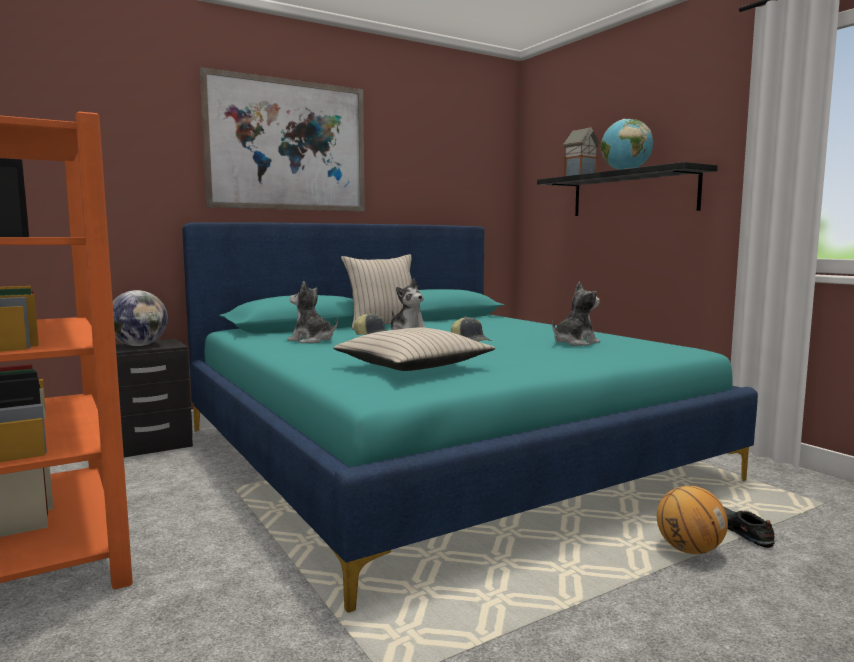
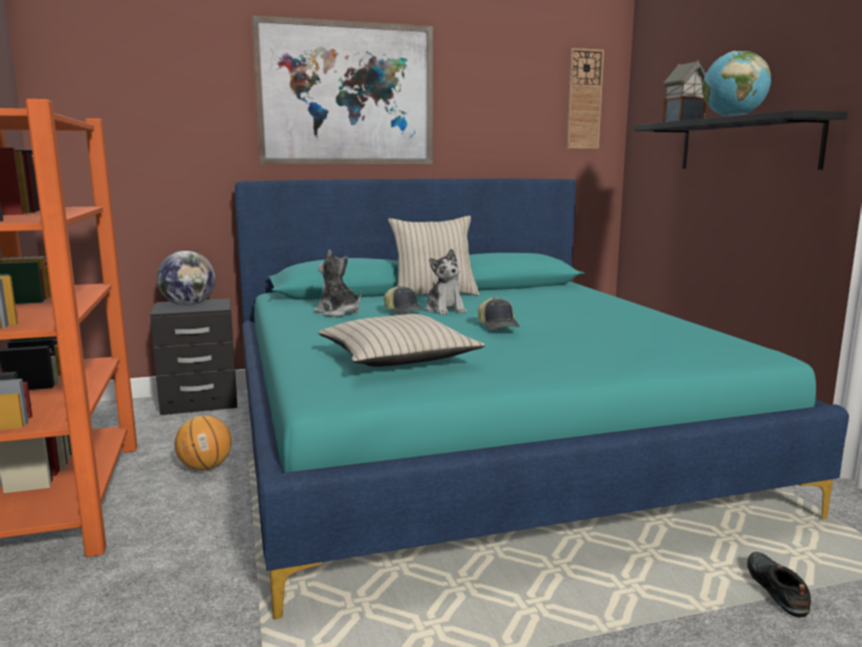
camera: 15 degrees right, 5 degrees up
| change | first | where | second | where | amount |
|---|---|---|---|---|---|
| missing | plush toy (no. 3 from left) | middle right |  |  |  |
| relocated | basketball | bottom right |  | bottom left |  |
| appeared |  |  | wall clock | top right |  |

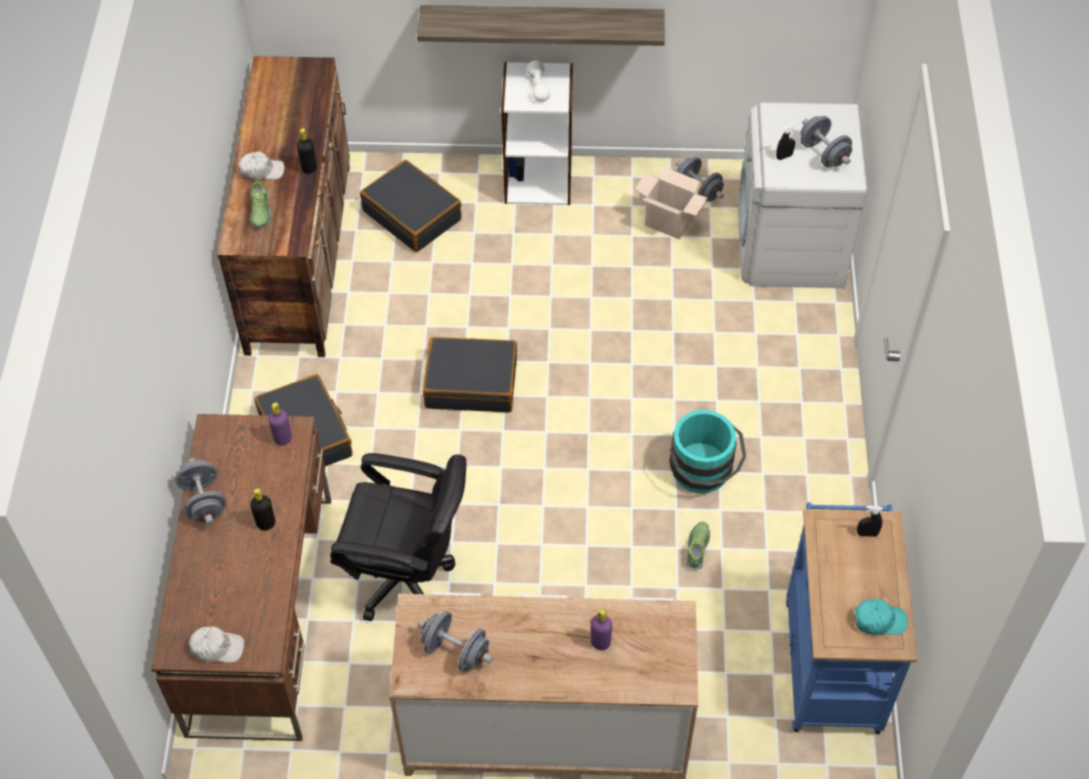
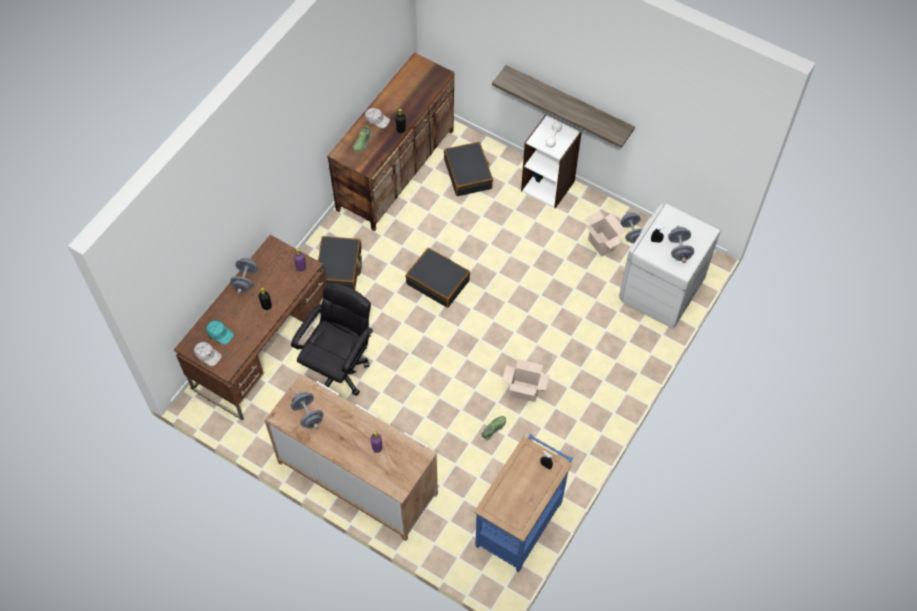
camera: 30 degrees right, 5 degrees up
| change | first | where | second | where | amount |
|---|---|---|---|---|---|
| spun | black office chair | bottom centre |  | centre | 105 degrees counterclockwise |
| exchanged | turquoise bucket | centre | cardboard box (no. 1 from left) | centre |  |
| relocated | turquoise cap | bottom right |  | middle left |  |

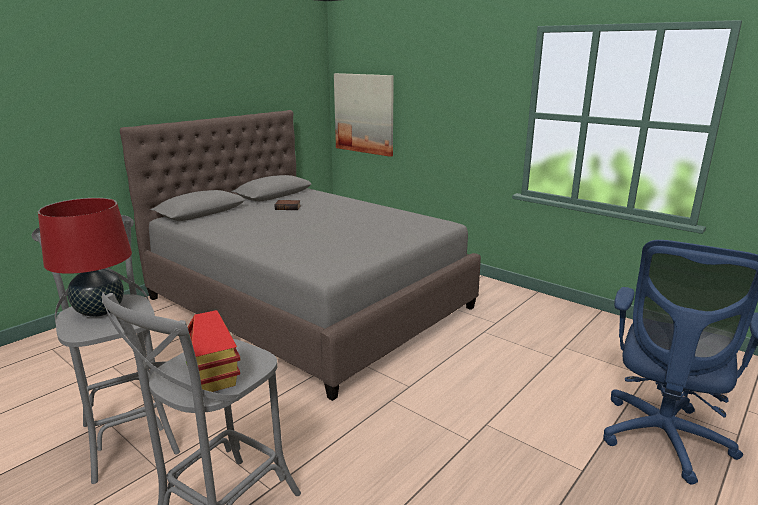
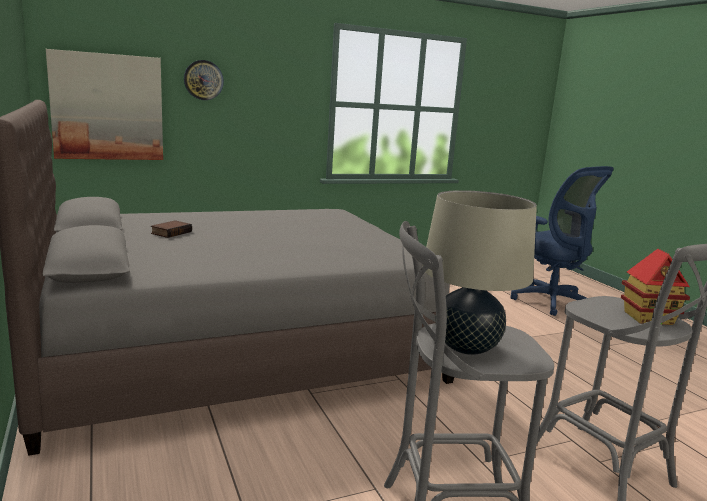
camera: 65 degrees left, 5 degrees down
| change | first | where | second | where | amount |
|---|---|---|---|---|---|
| colour | red table lamp | middle left | beige table lamp | middle right |  |
| appeared |  |  | wall clock | top left |  |

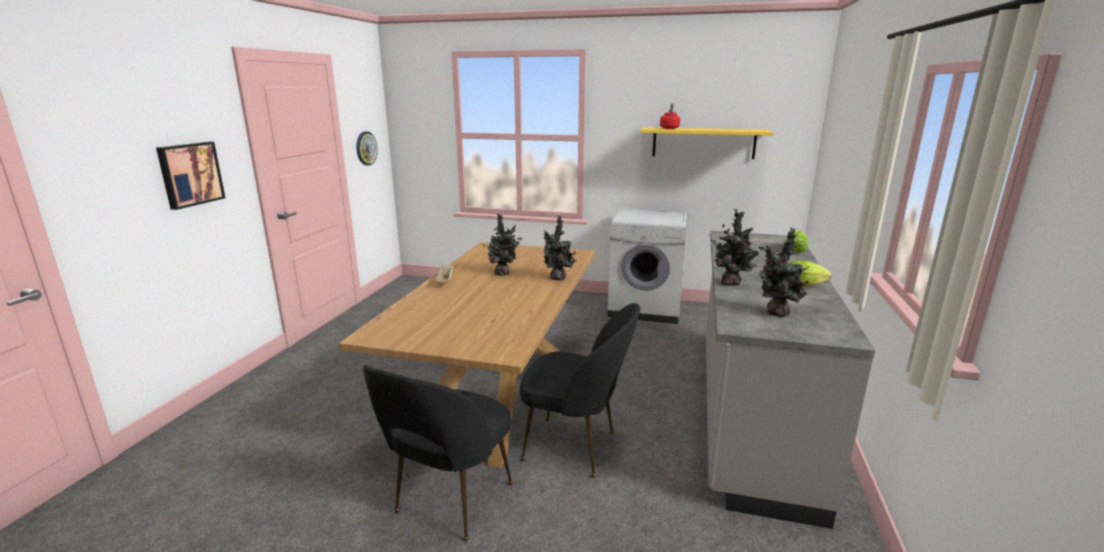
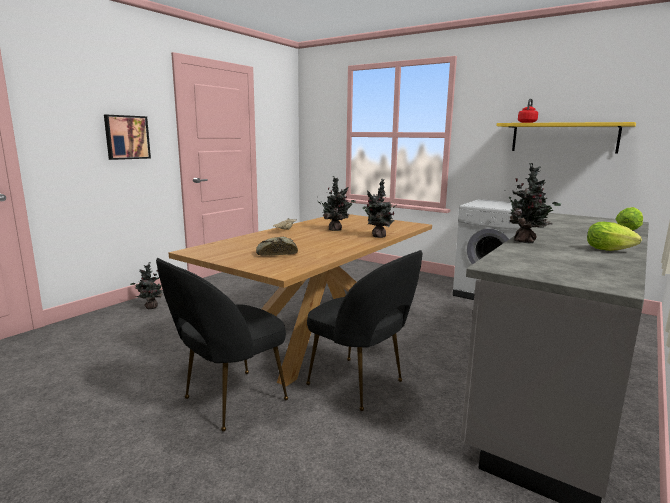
camera: 20 degrees right, 5 degrees down
| change | first | where | second | where | amount |
|---|---|---|---|---|---|
| missing | wall clock | top left |  |  |  |
| relocated | potted plant (no. 4 from left in the first image) | middle right | potted plant (no. 1 from left) | middle left |  |
| appeared |  |  | bread | centre |  |

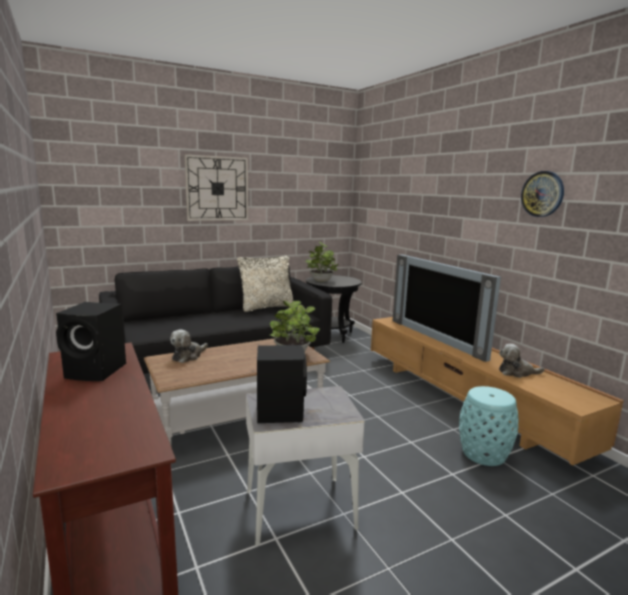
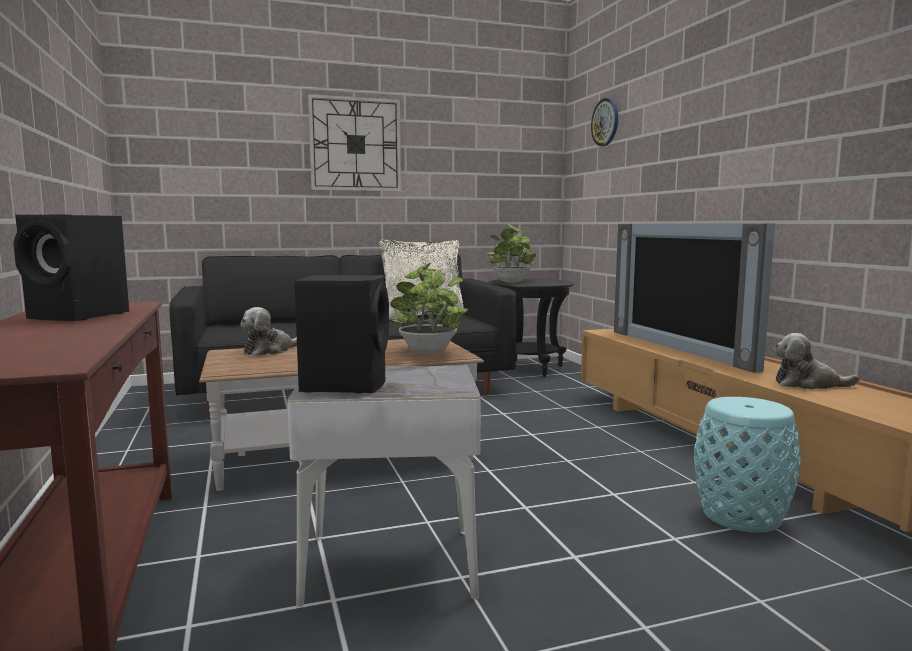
camera: 10 degrees right, 5 degrees down
| change | first | where | second | where | amount |
|---|---|---|---|---|---|
| relocated | wall clock (no. 2 from left) | top right |  | top centre |  |

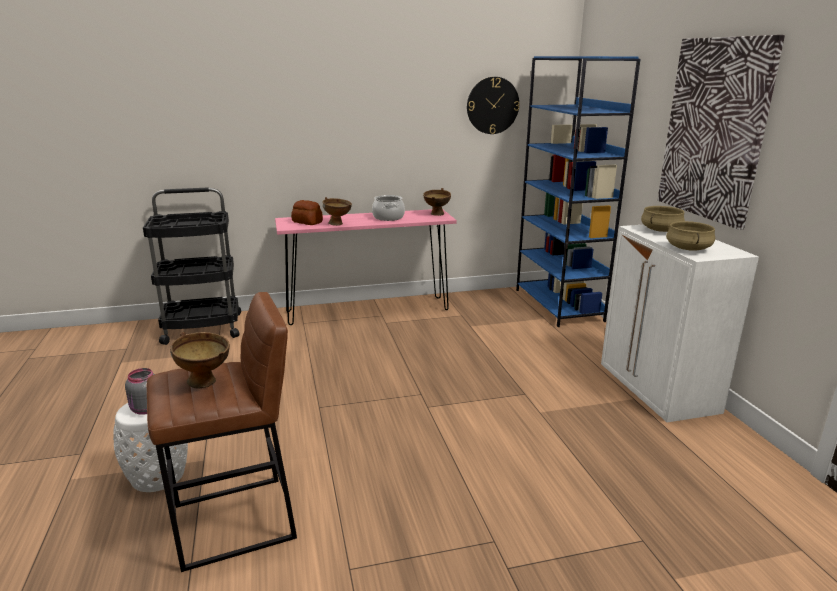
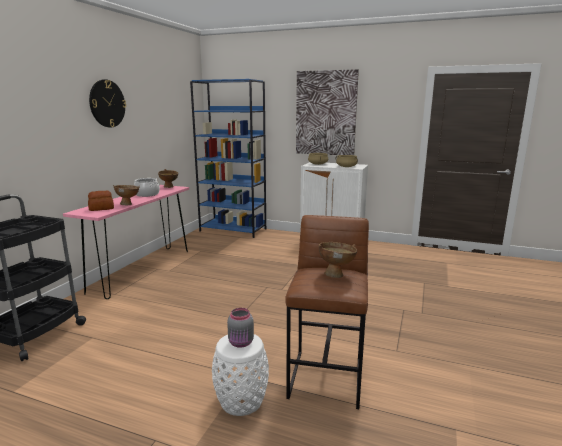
camera: 55 degrees left, 5 degrees down
| change | first | where | second | where | amount |
|---|---|---|---|---|---|
| relocated | wall clock | top centre |  | top left |  |

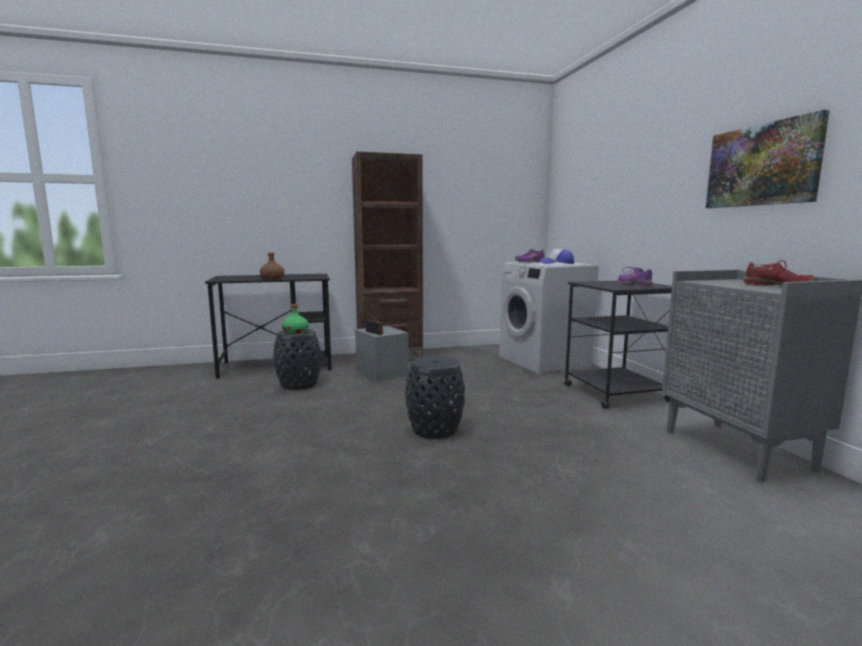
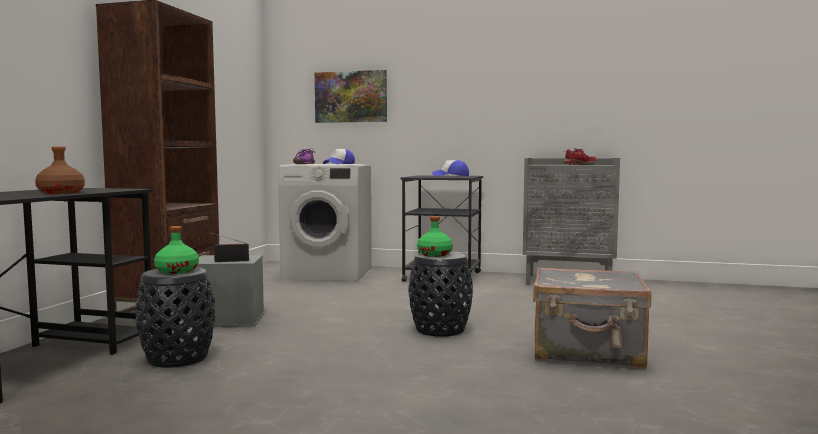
camera: 60 degrees left, 5 degrees down
| change | first | where | second | where | amount |
|---|---|---|---|---|---|
| exchanged | purple shoe (no. 2 from left) | middle right | cap (no. 2 from left) | centre |  |
| relocated | picture | top right |  | top centre |  |
| appeared |  |  | green bottle (no. 2 from left) | centre |  |
| appeared |  |  | grey suitcase | bottom right |  |

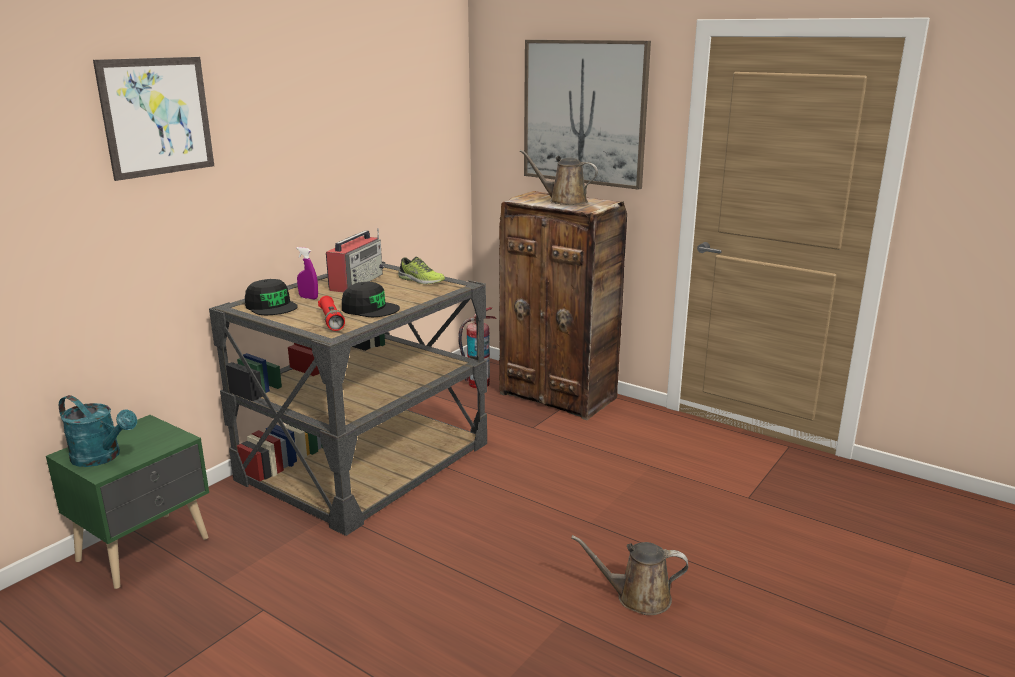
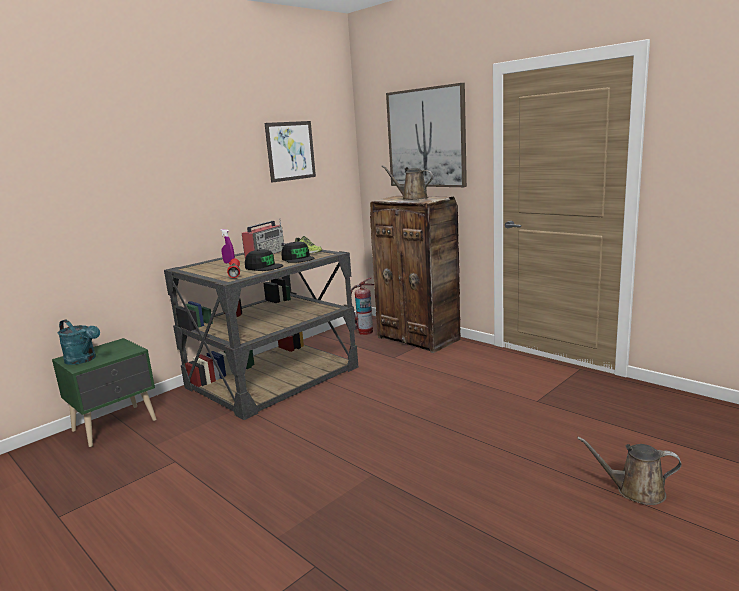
camera: 10 degrees right, 5 degrees down
| change | first | where | second | where | amount |
|---|---|---|---|---|---|
| relocated | picture (no. 1 from left) | top left |  | top centre |  |
| relocated | black cap (no. 1 from left in the first image) | middle left | black cap (no. 2 from left) | centre |  |
| relocated | brown watering can (no. 2 from left) | bottom centre |  | bottom right |  |

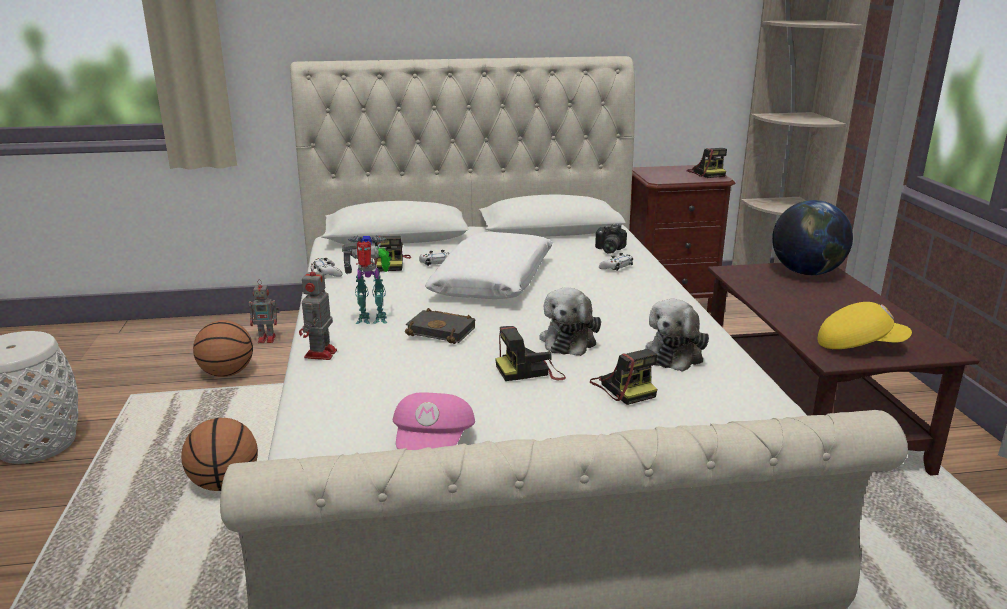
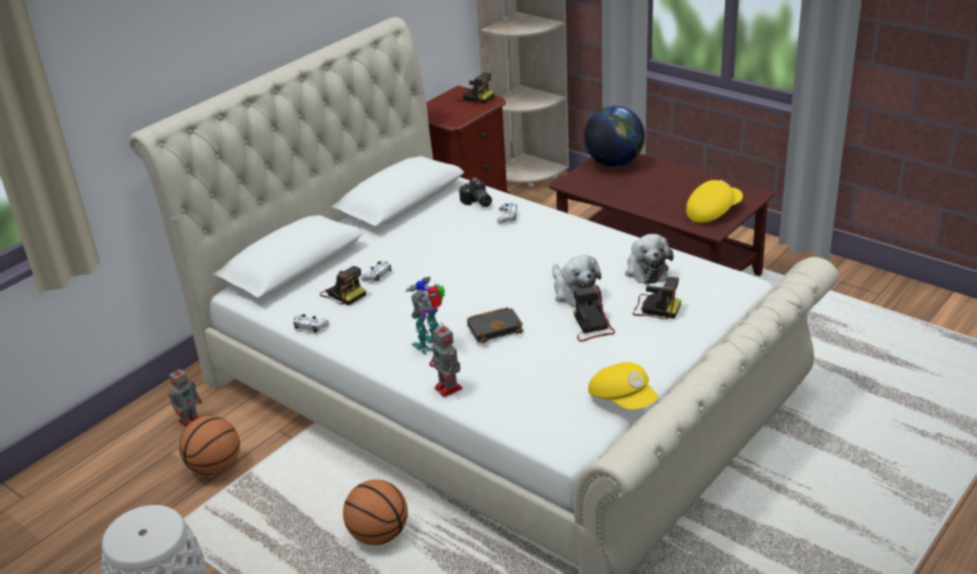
camera: 40 degrees left, 10 degrees up
| change | first | where | second | where | amount |
|---|---|---|---|---|---|
| colour | pink cap | bottom centre | yellow cap (no. 1 from left) | bottom centre |  |
| missing | white pillow | centre |  |  |  |
| spun | photo camera (no. 2 from left in the first image) | centre | photo camera (no. 4 from left) | centre | 135 degrees clockwise |

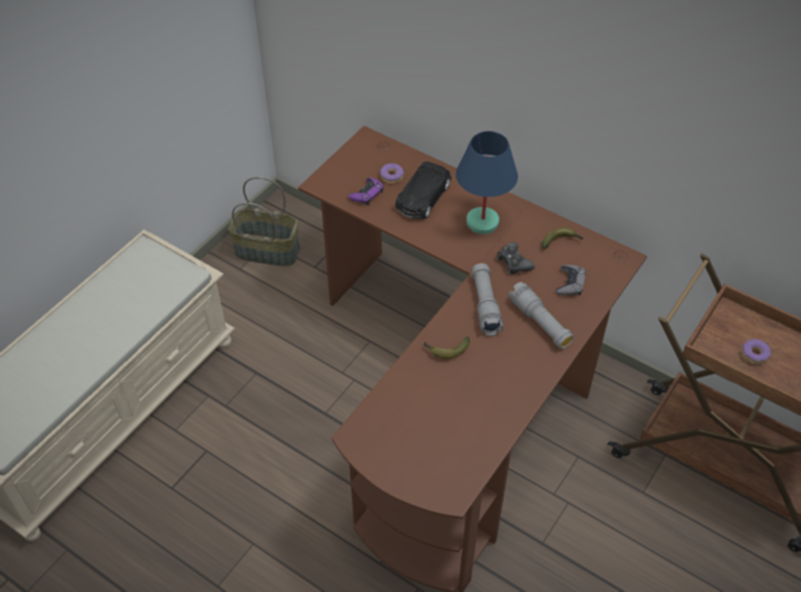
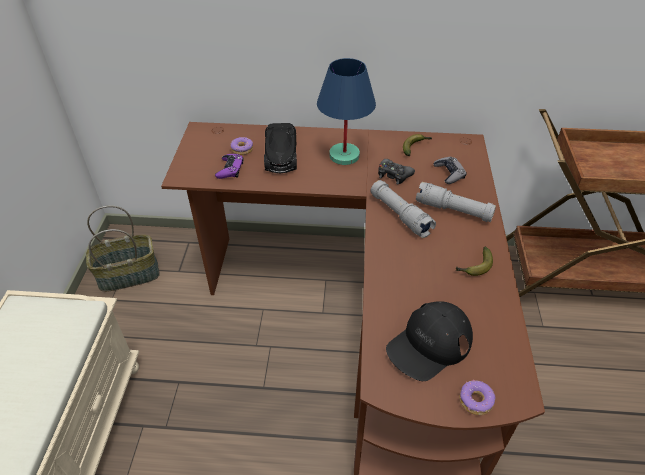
camera: 30 degrees left, 5 degrees down
| change | first | where | second | where | amount |
|---|---|---|---|---|---|
| relocated | banana (no. 1 from left in the first image) | centre | banana (no. 2 from left) | middle right |  |
| relocated | donut (no. 2 from left) | middle right |  | bottom right |  |
| appeared |  |  | black cap | bottom centre |  |

